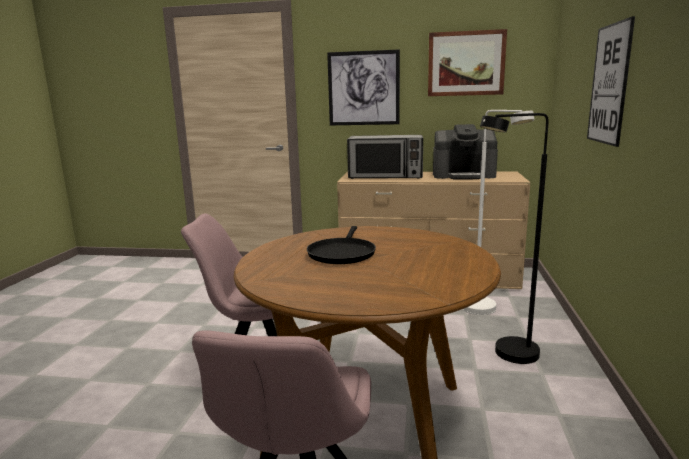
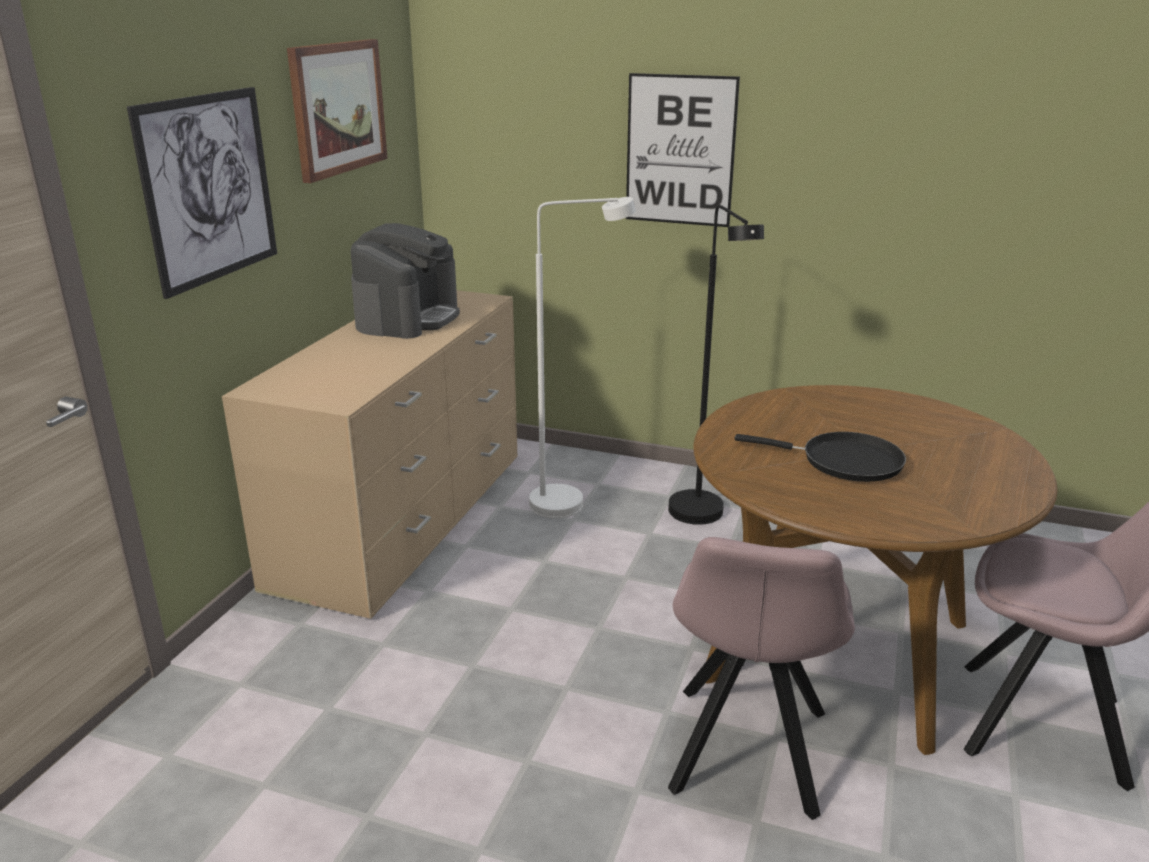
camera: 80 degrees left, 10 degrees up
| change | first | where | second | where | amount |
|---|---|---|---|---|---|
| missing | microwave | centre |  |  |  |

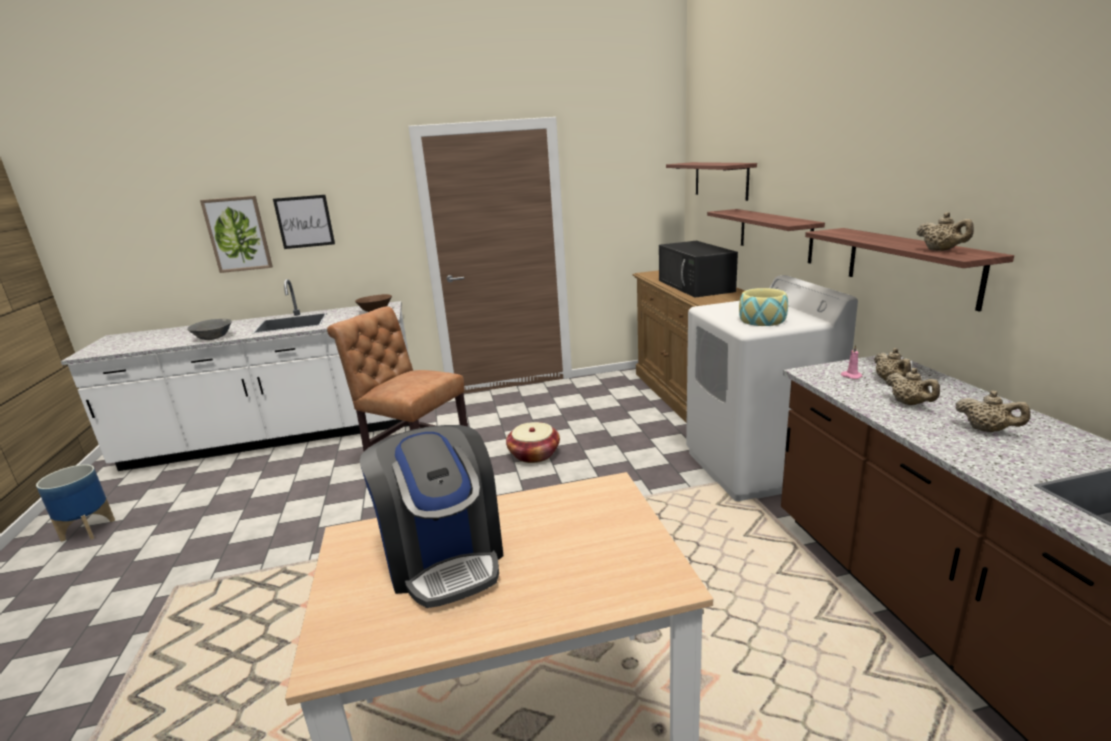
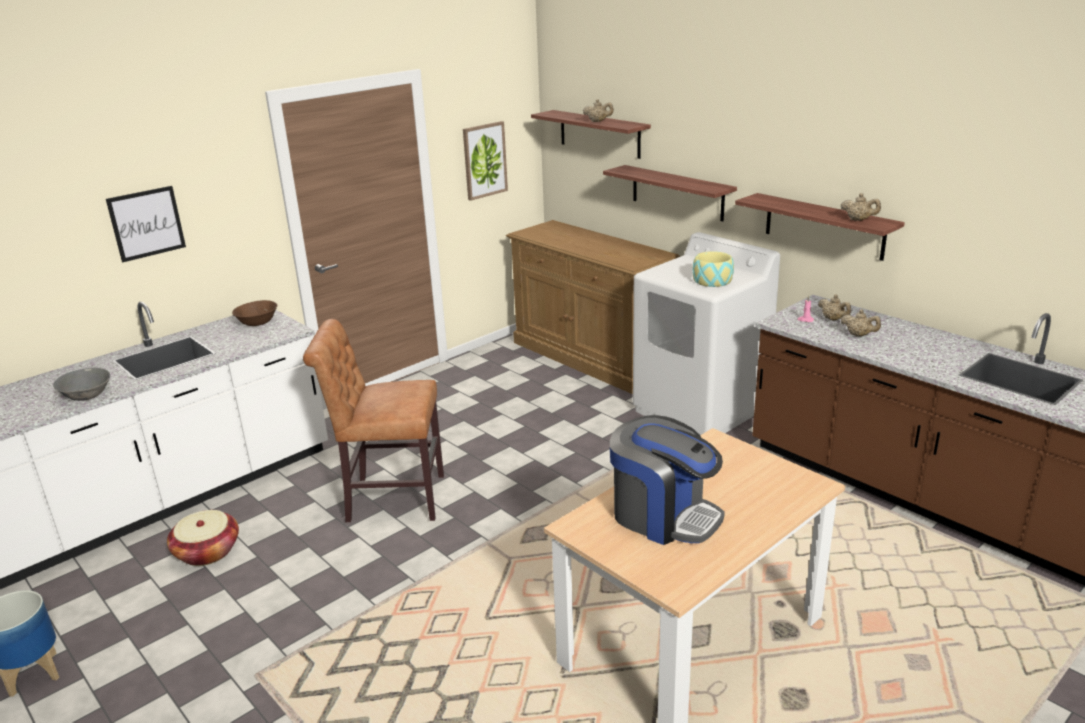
camera: 30 degrees left, 5 degrees up
| change | first | where | second | where | amount |
|---|---|---|---|---|---|
| relocated | picture (no. 1 from left in the first image) | top left | picture (no. 2 from left) | top centre |  |
| relocated | basket | centre |  | bottom left |  |
| missing | black microwave | centre |  |  |  |
| relocated | beige teapot (no. 4 from left in the first image) | middle right | beige teapot (no. 1 from left) | top centre |  |

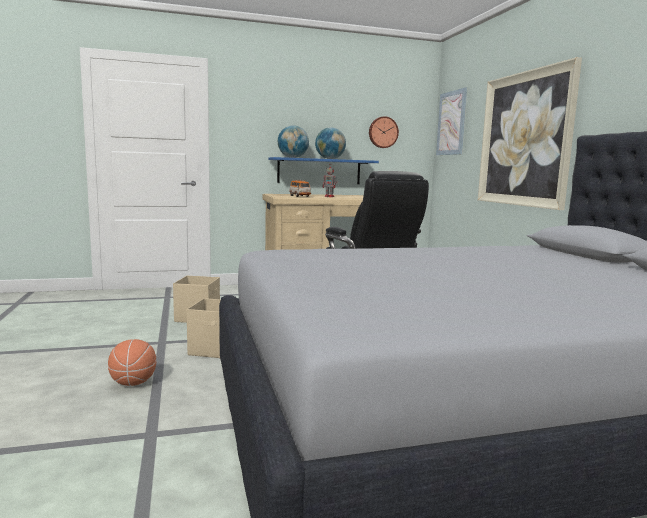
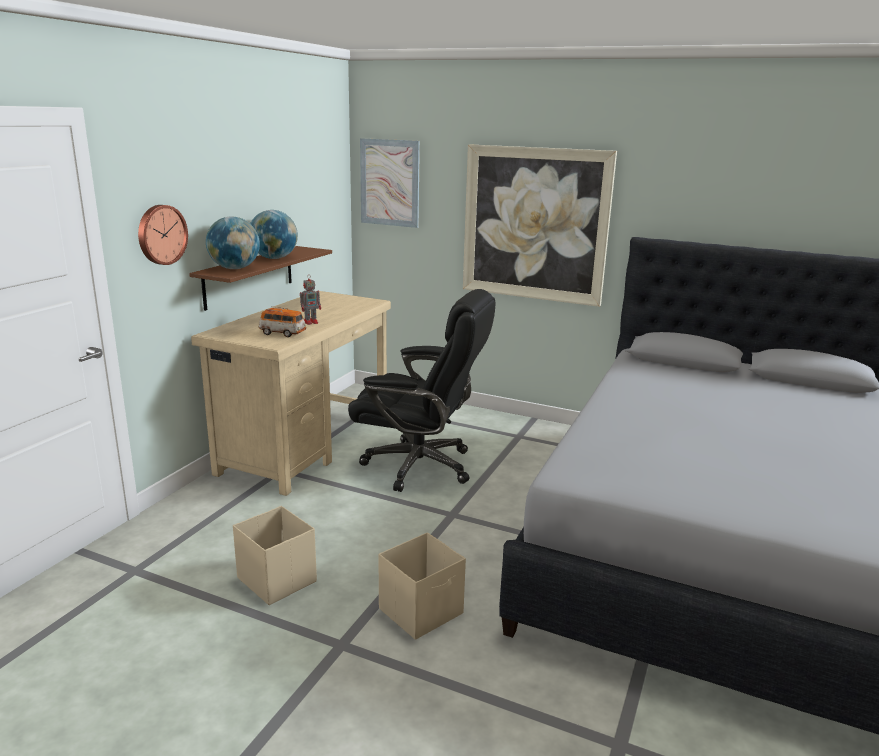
camera: 50 degrees left, 10 degrees up
| change | first | where | second | where | amount |
|---|---|---|---|---|---|
| missing | basketball | bottom left |  |  |  |
| colour | blue shelf | top centre | brown shelf | middle left |  |
| relocated | wall clock | top centre |  | top left |  |

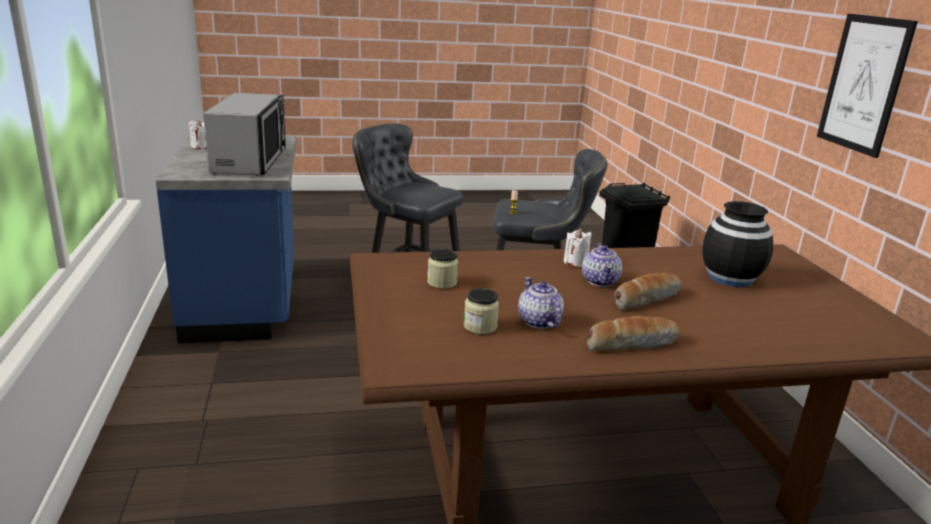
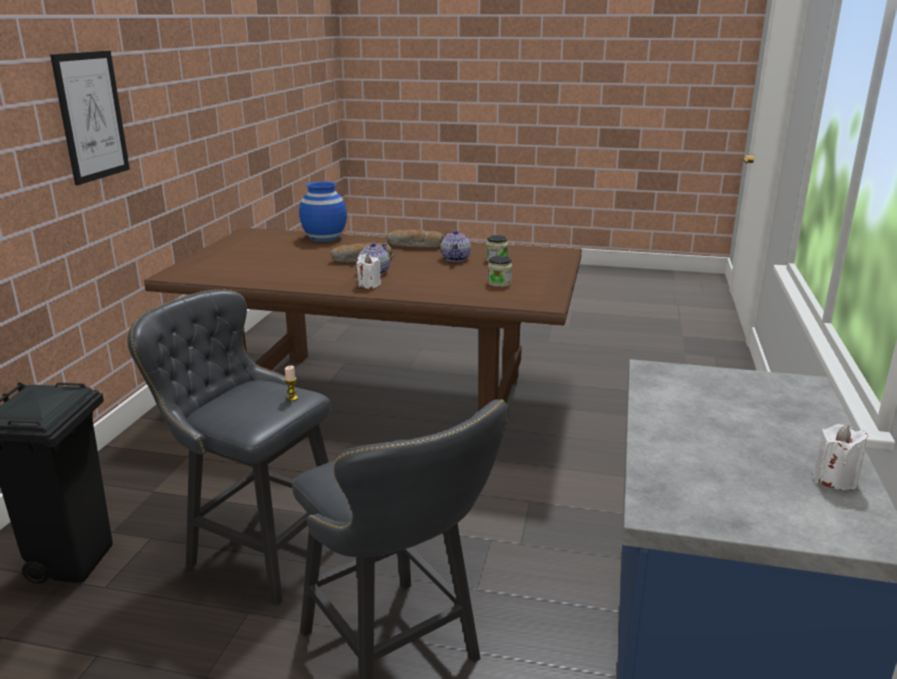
camera: 155 degrees left, 0 degrees up
| change | first | where | second | where | amount |
|---|---|---|---|---|---|
| missing | microwave | top left |  |  |  |
| missing | black vase | middle right |  |  |  |
| appeared |  |  | blue vase | top centre |  |

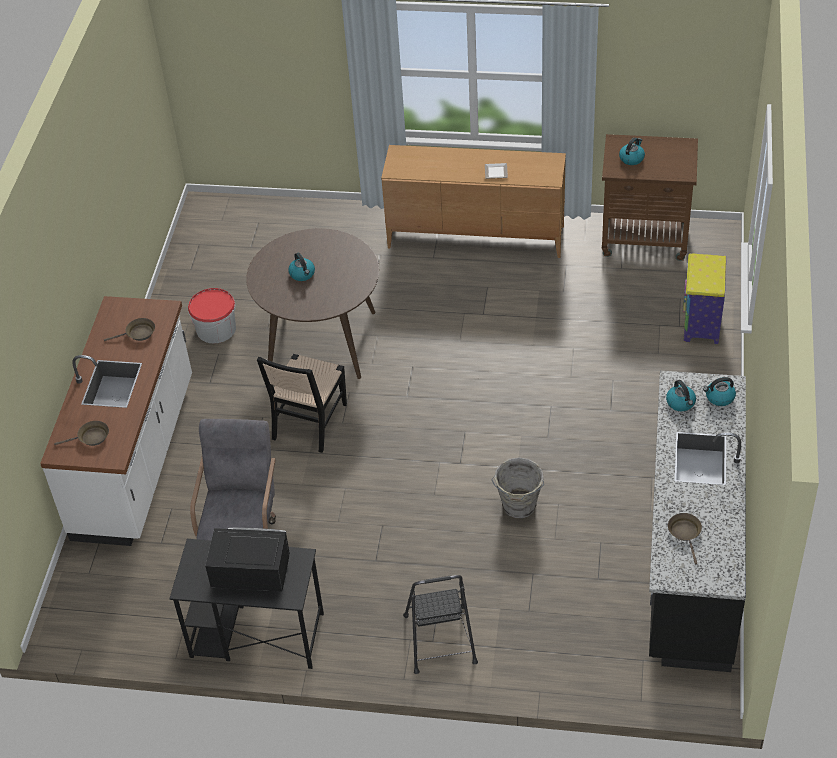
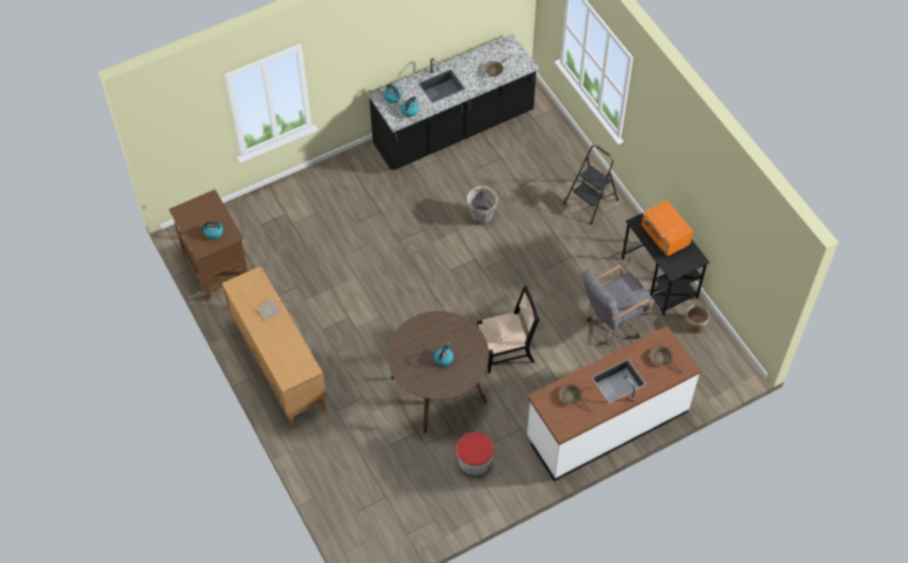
camera: 130 degrees left, 10 degrees up
| change | first | where | second | where | amount |
|---|---|---|---|---|---|
| colour | black microwave | bottom left | orange microwave | middle right |  |
| missing | nightstand | middle right |  |  |  |
| appeared |  |  | planter | middle right |  |

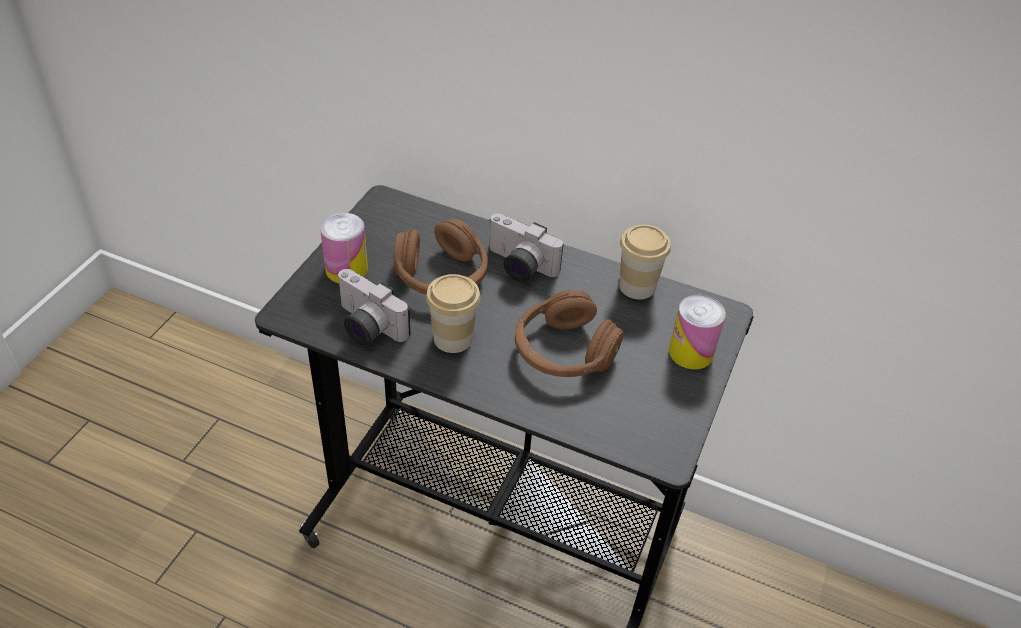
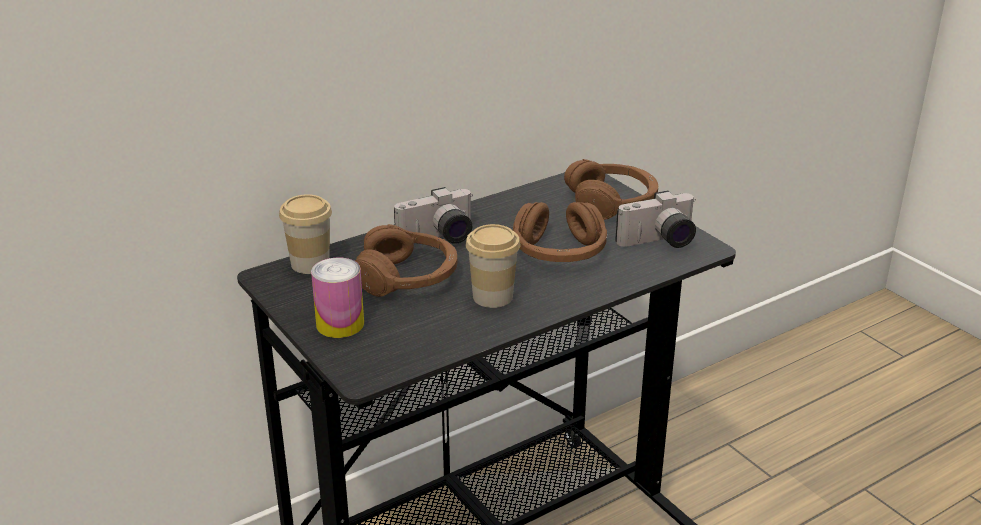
camera: 55 degrees left, 15 degrees down
| change | first | where | second | where | amount |
|---|---|---|---|---|---|
| relocated | photo camera (no. 1 from left in the first image) | centre | photo camera (no. 2 from left) | middle right |  |
| relocated | cup (no. 2 from left in the first image) | centre | cup (no. 1 from left) | middle left |  |
| exchanged | can (no. 2 from left) | middle right | brown headphones (no. 3 from left) | centre |  |

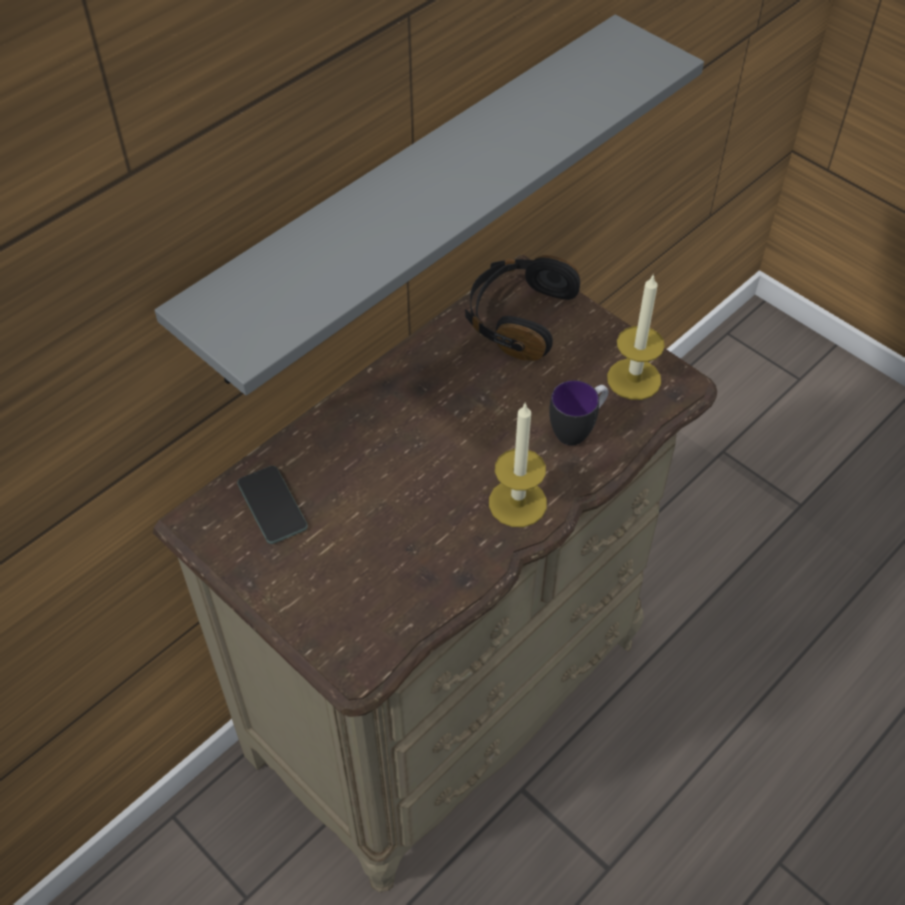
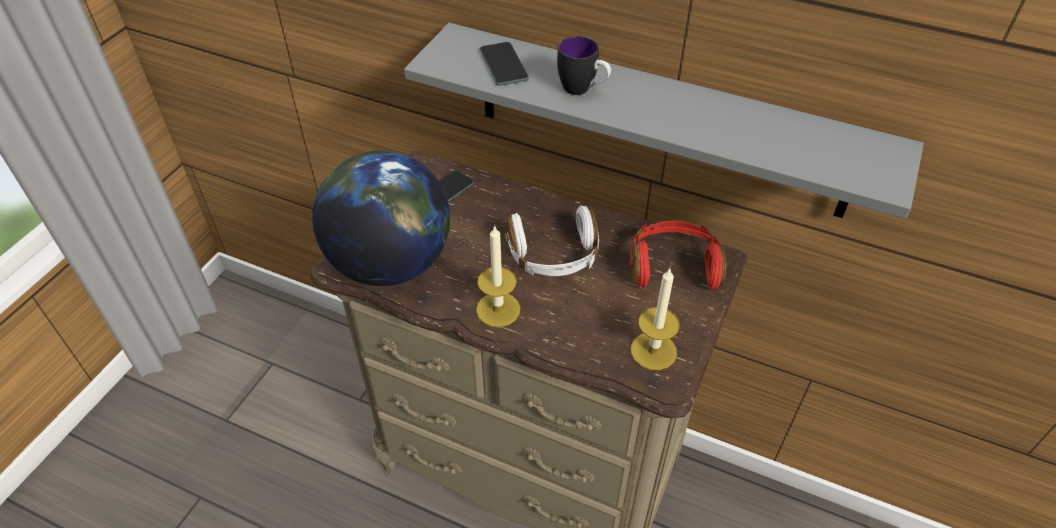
camera: 70 degrees right, 5 degrees down
| change | first | where | second | where | amount |
|---|---|---|---|---|---|
| colour | black headphones | centre | red headphones | centre |  |
| relocated | mug | centre |  | top centre |  |
| appeared |  |  | globe | centre |  |
| appeared |  |  | phone (no. 2 from left) | top centre |  |
| appeared |  |  | white headphones | centre |  |

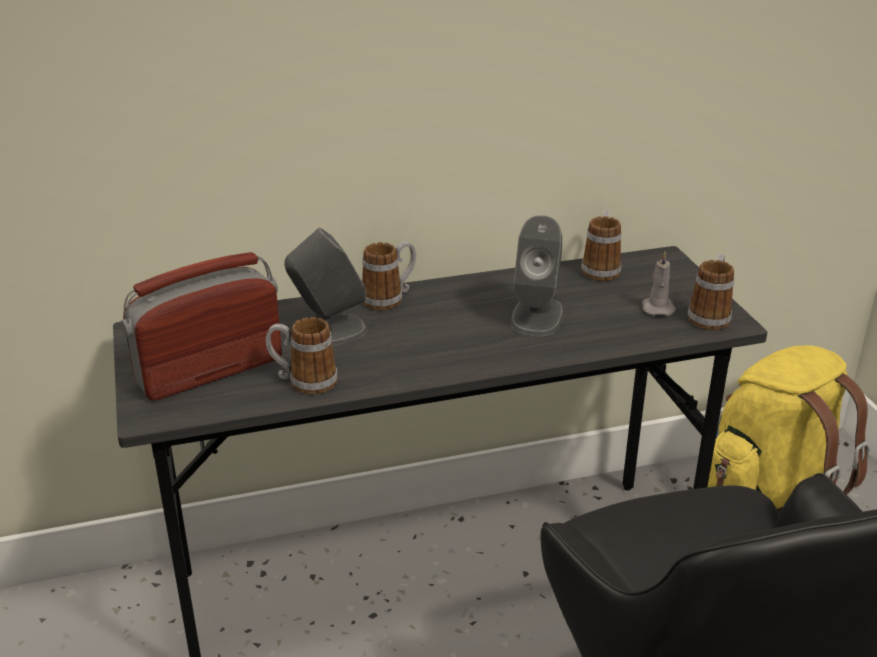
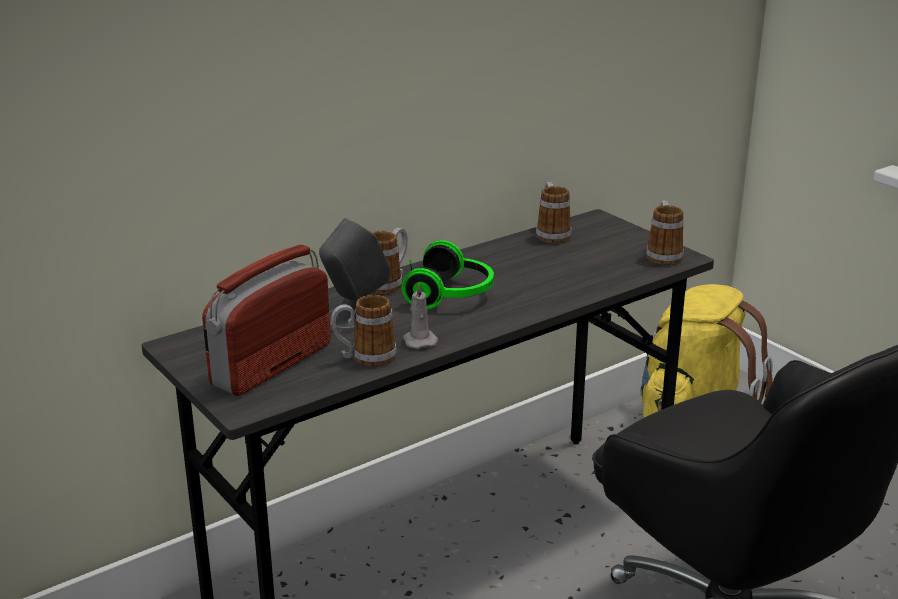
camera: 20 degrees left, 5 degrees down
| change | first | where | second | where | amount |
|---|---|---|---|---|---|
| missing | grey speaker (no. 2 from left) | centre |  |  |  |
| relocated | grey candle | middle right |  | centre |  |
| appeared |  |  | headphones | centre |  |

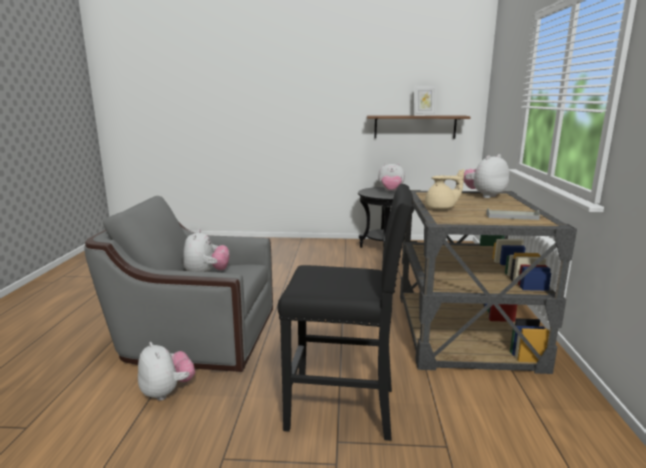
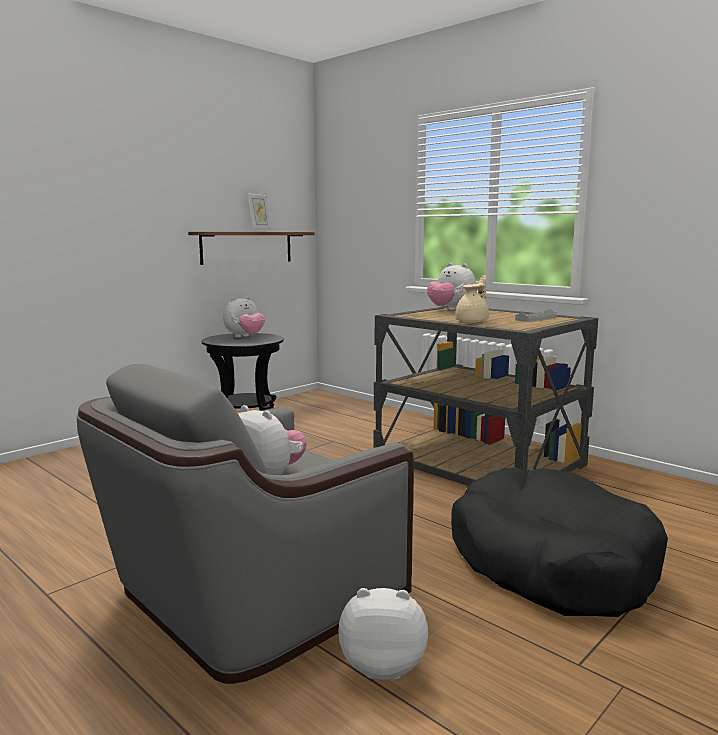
camera: 50 degrees left, 5 degrees down
| change | first | where | second | where | amount |
|---|---|---|---|---|---|
| exchanged | black stool | bottom centre | black dog bed | bottom right |  |
| spun | plush toy (no. 4 from left) | middle right |  | centre | 45 degrees counterclockwise |

